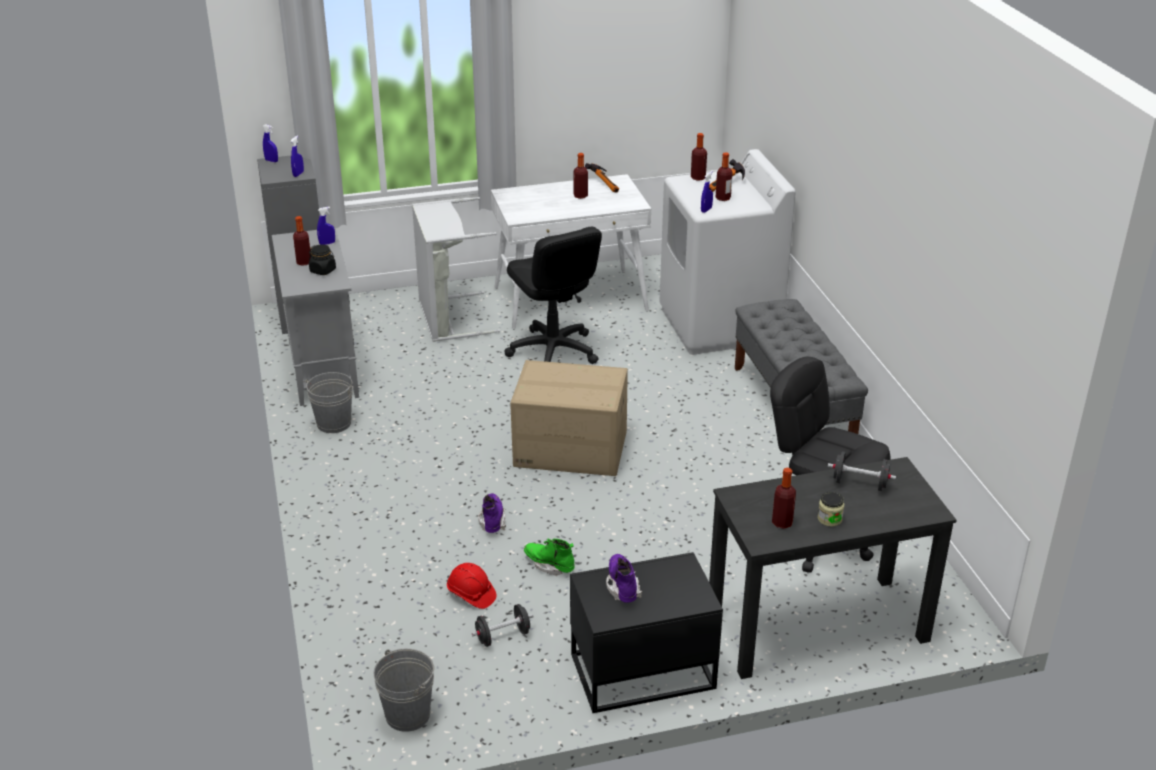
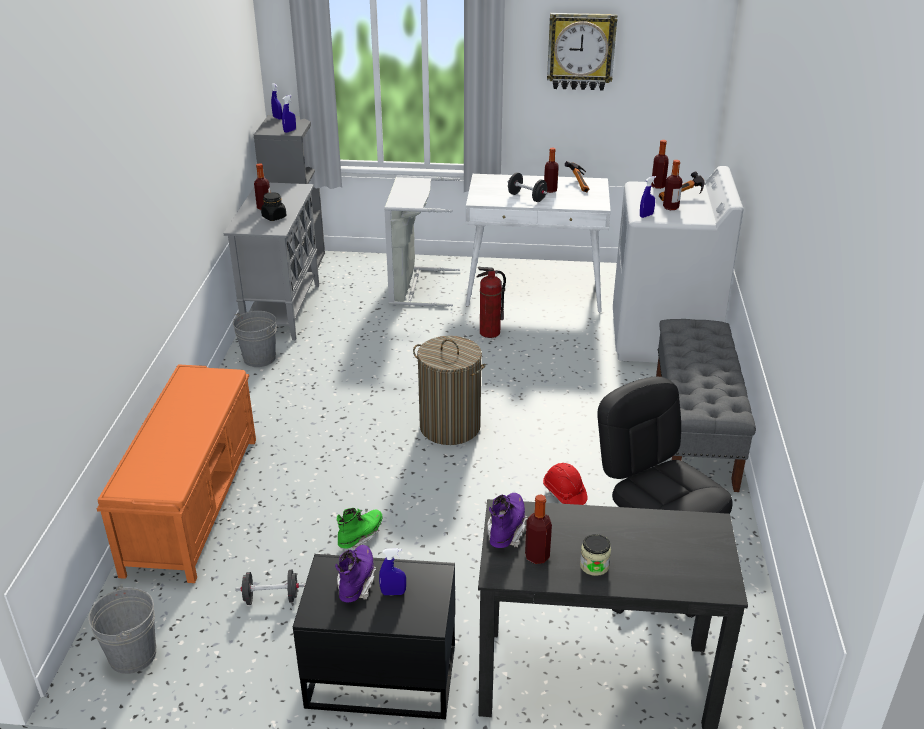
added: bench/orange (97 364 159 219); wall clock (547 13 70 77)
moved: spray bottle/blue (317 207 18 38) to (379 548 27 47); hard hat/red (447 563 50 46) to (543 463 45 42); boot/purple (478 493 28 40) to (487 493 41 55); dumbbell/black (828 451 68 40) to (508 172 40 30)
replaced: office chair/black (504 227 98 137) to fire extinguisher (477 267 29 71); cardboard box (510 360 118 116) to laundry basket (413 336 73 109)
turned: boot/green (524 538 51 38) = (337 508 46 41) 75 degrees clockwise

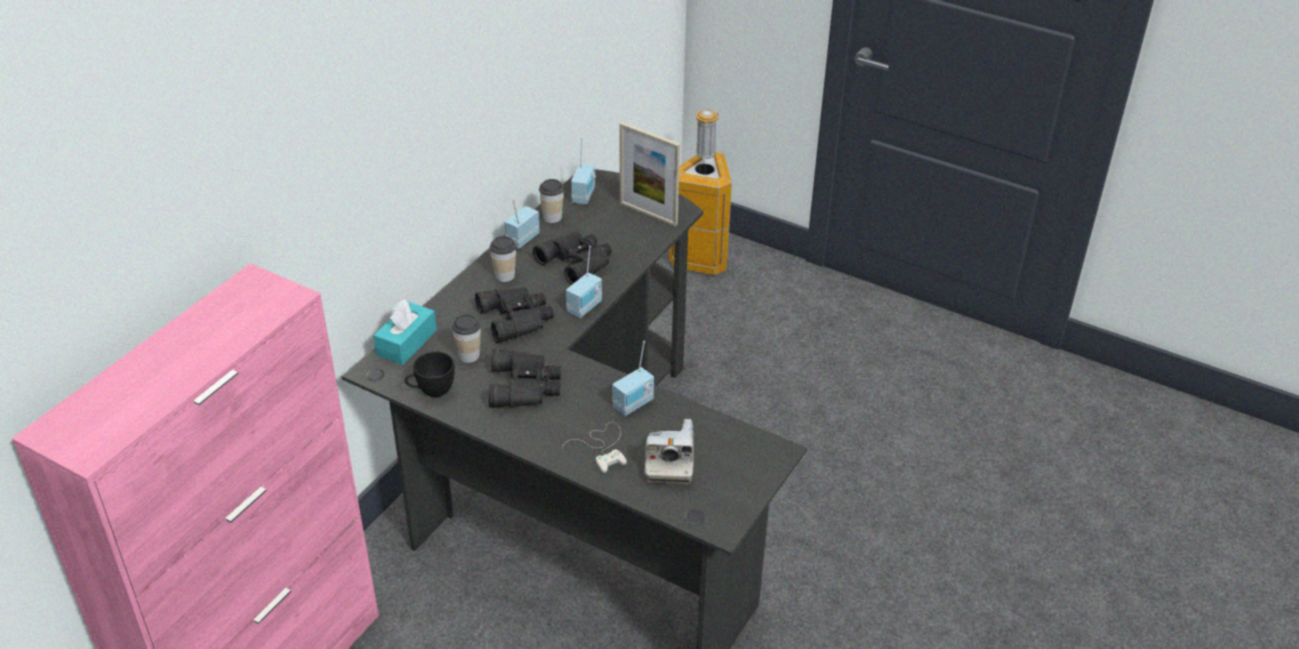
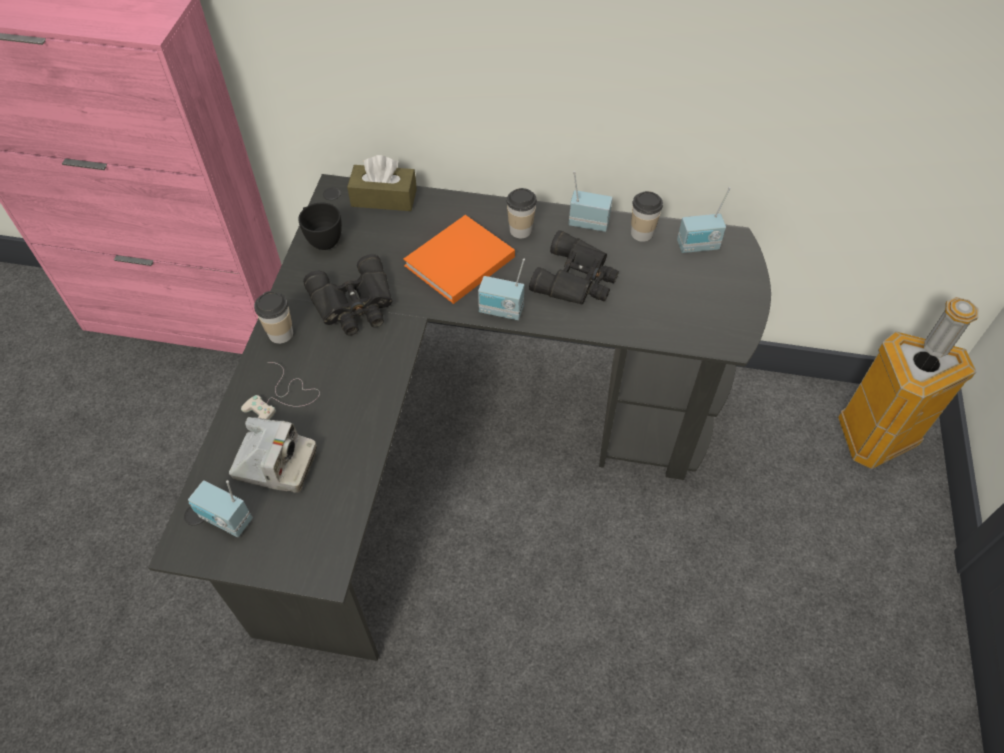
removed: picture frame (619 122 61 104)
moved: cup (452 314 29 49) to (254 291 39 53); radio (612 340 42 76) to (188 480 65 57)
replaced: binoculars/black (475 287 79 56) to book/orange (403 215 112 89)
recoloured: tissue box/turquoise (373 299 64 66) to tissue box/brown (347 155 70 56)
turned: photo camera (644 419 50 66) = (229 417 88 75) 150 degrees counterclockwise

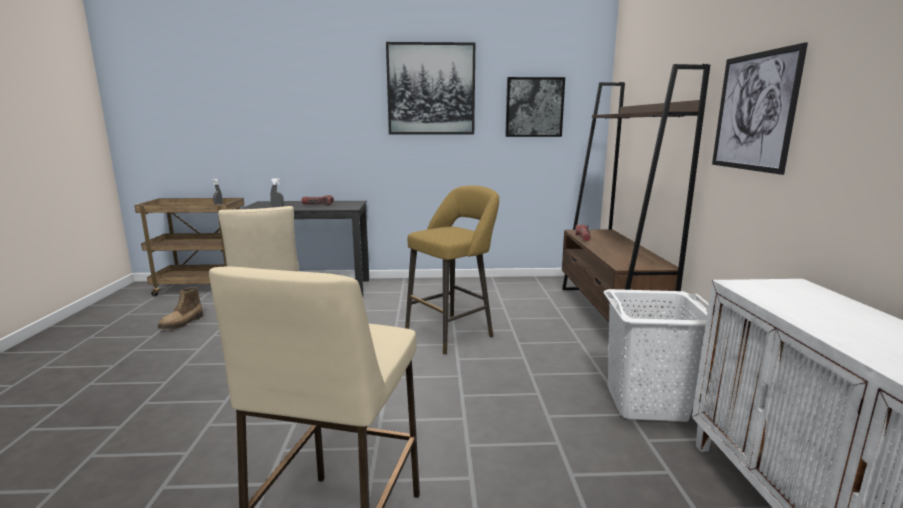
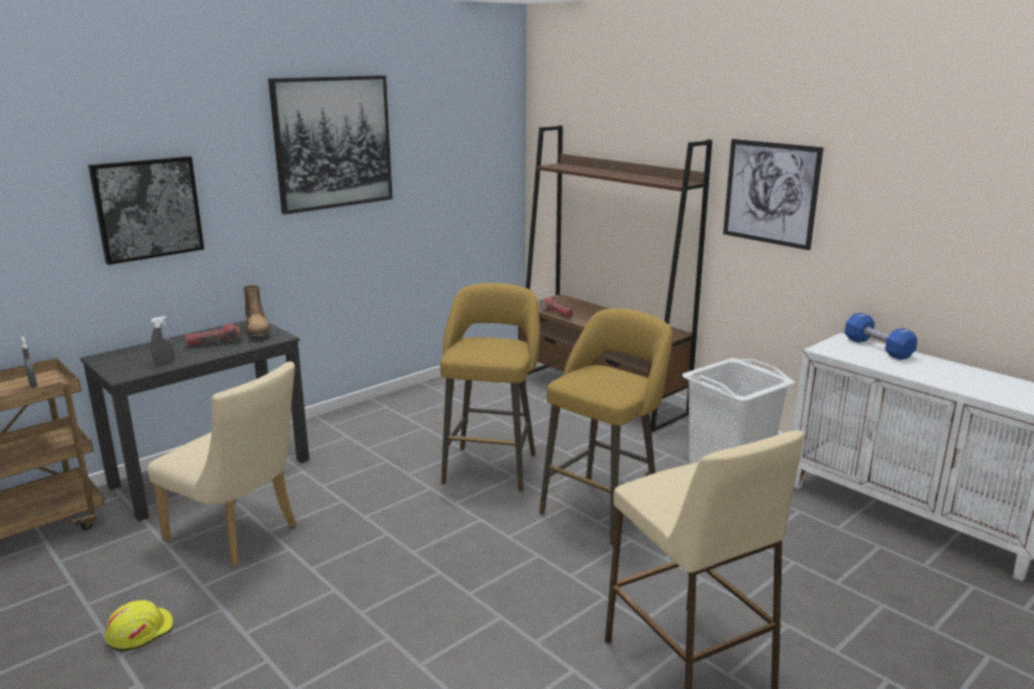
added: hard hat/yellow (105 600 68 51); stool/yellow (539 308 134 238); dumbbell/blue (845 313 72 47)
moved: boot (158 287 45 42) to (243 285 27 52); picture (505 77 60 60) to (88 156 116 109)

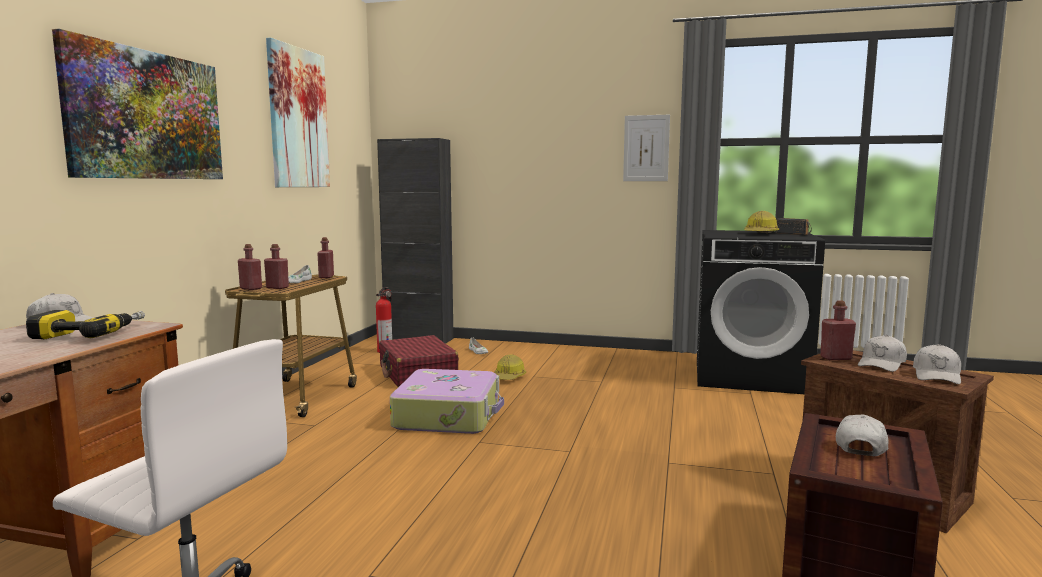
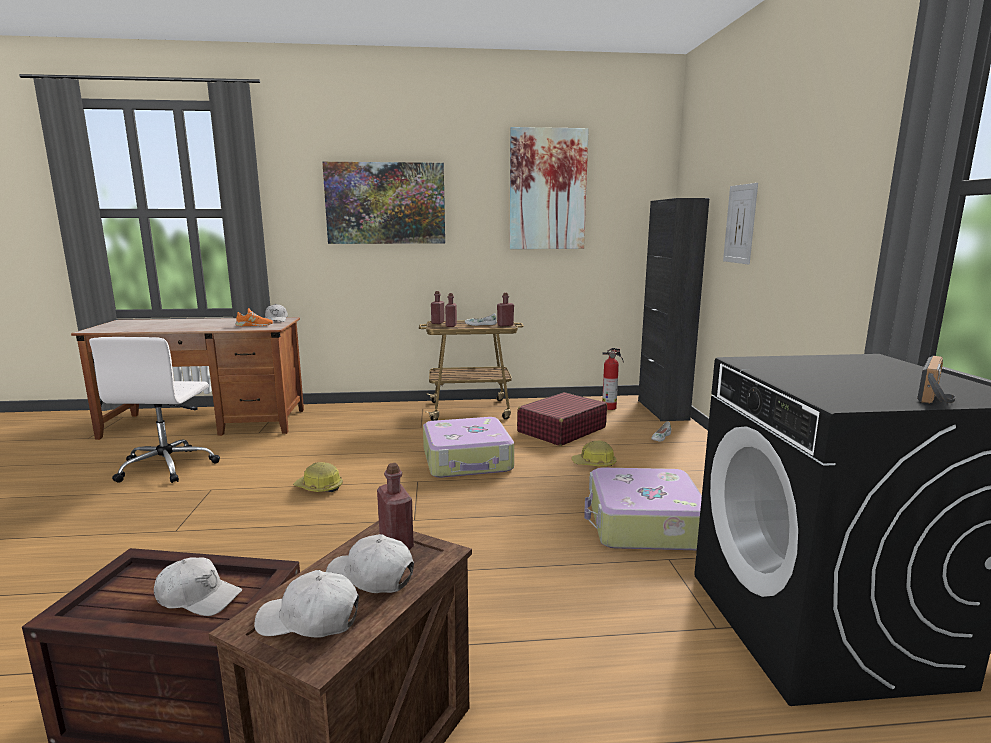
added: suitcase (584 467 118 83)
moved: picture (623 115 47 66) to (723 183 35 82); hard hat (744 211 35 22) to (293 462 50 30)
replaced: power drill (26 310 119 30) to shoe/orange (235 308 38 18)

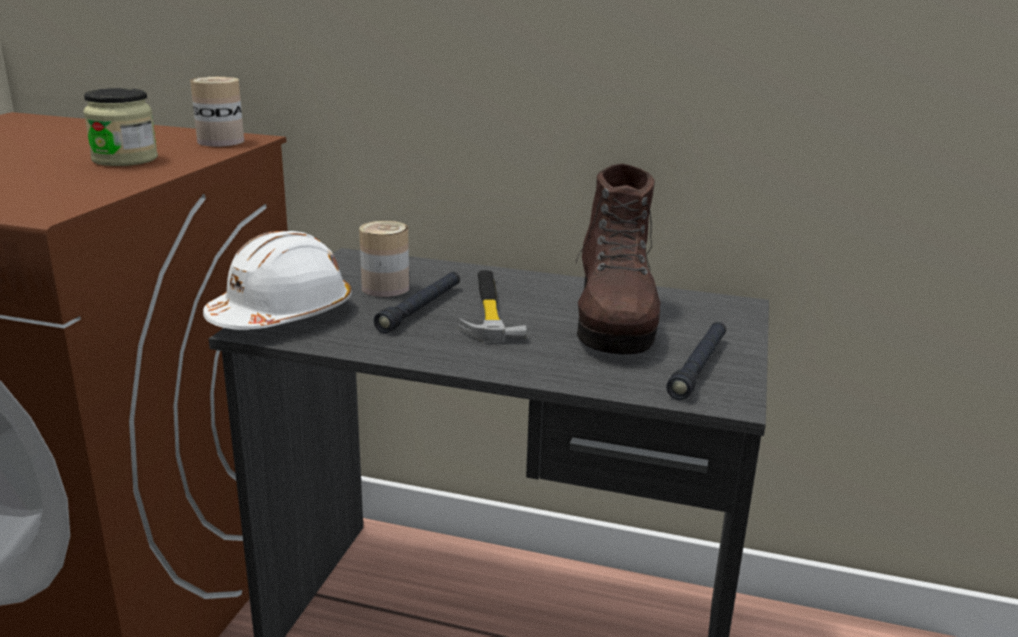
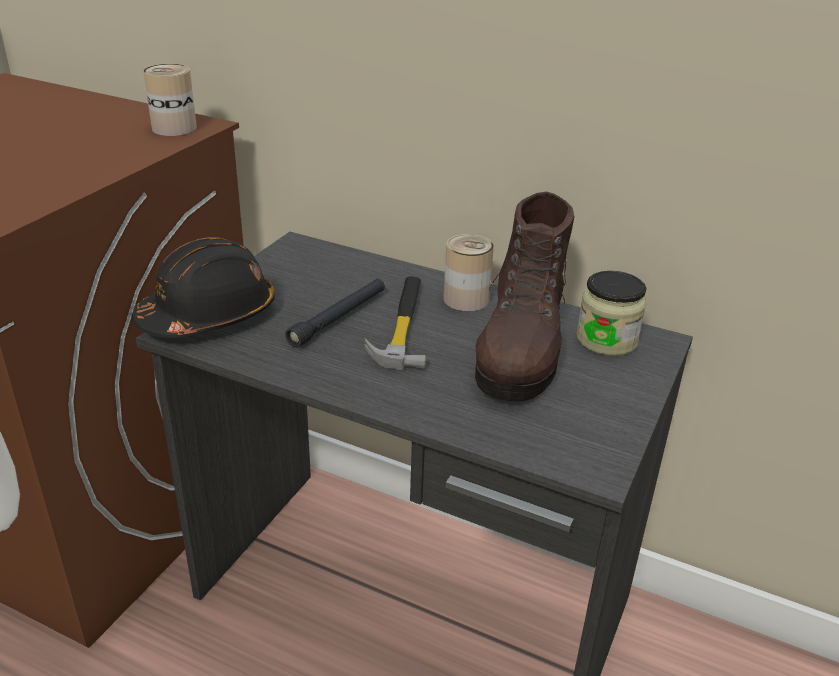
removed: flashlight/black (666 322 60 78)
moved: jar (83 88 75 78) to (577 271 70 85); can (359 221 50 76) to (443 234 51 77)
recoloured: hard hat/white (203 231 149 99) to hard hat/black (133 237 142 101)

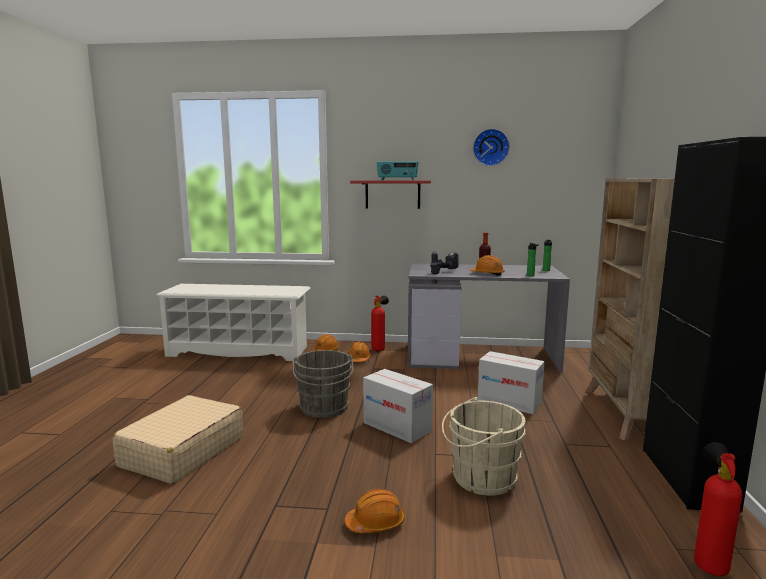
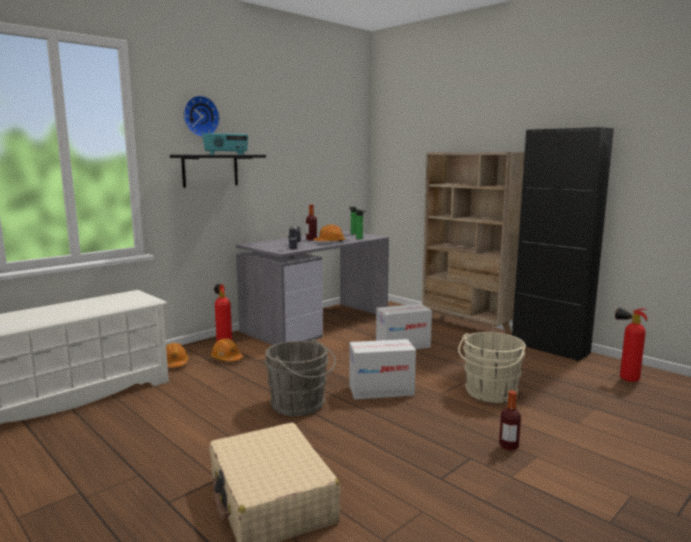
moved: wall clock (473 129 37 37) to (183 95 37 42)
replaced: hard hat/orange (344 489 61 44) to bottle (499 390 22 61)
recoloured: shelf/red (350 180 81 29) to shelf/black (170 155 96 33)

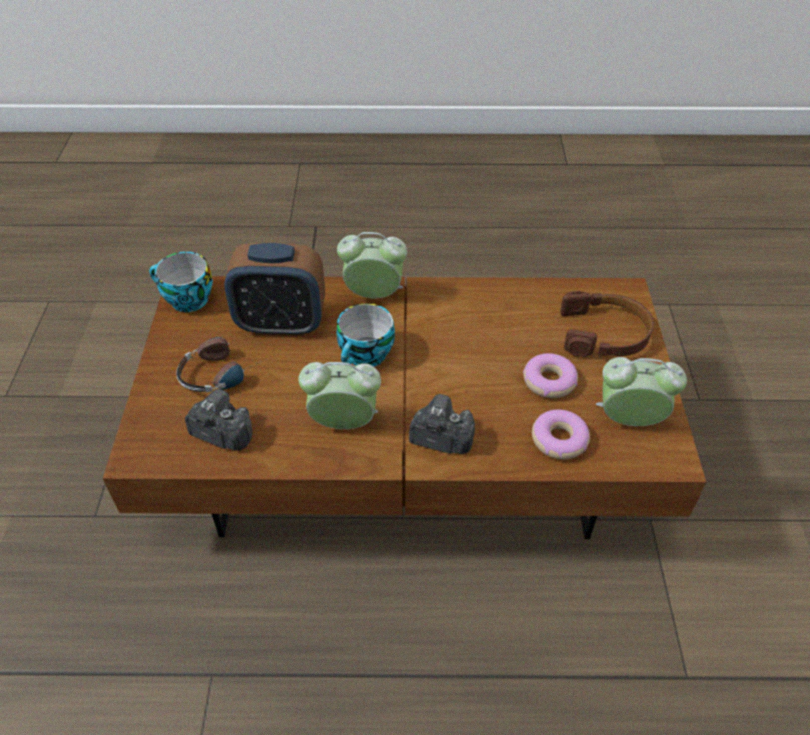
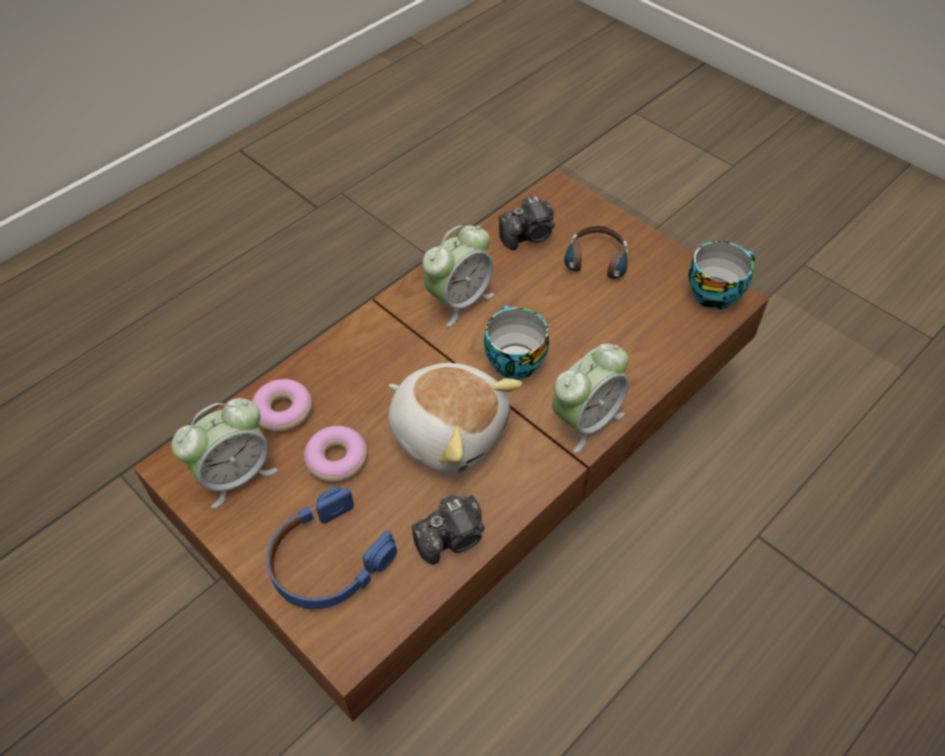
removed: alarm clock (224 243 101 93)
added: plush toy (388 363 135 111)
moved: photo camera (409 394 66 60) to (411 494 74 70)
recoloured: headphones/brown (560 291 94 66) to headphones/blue (266 487 131 122)

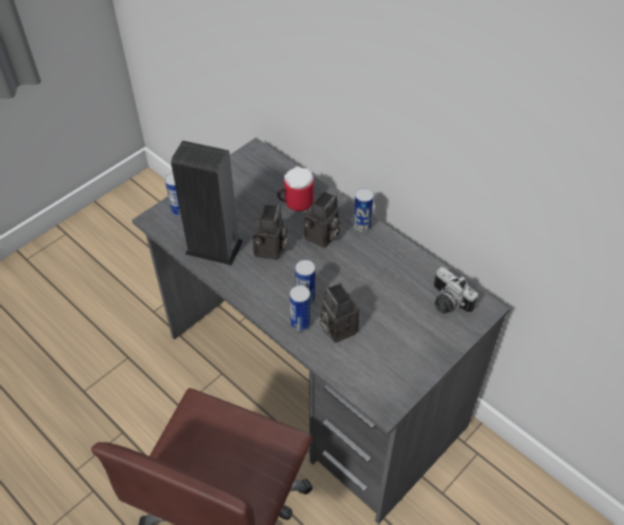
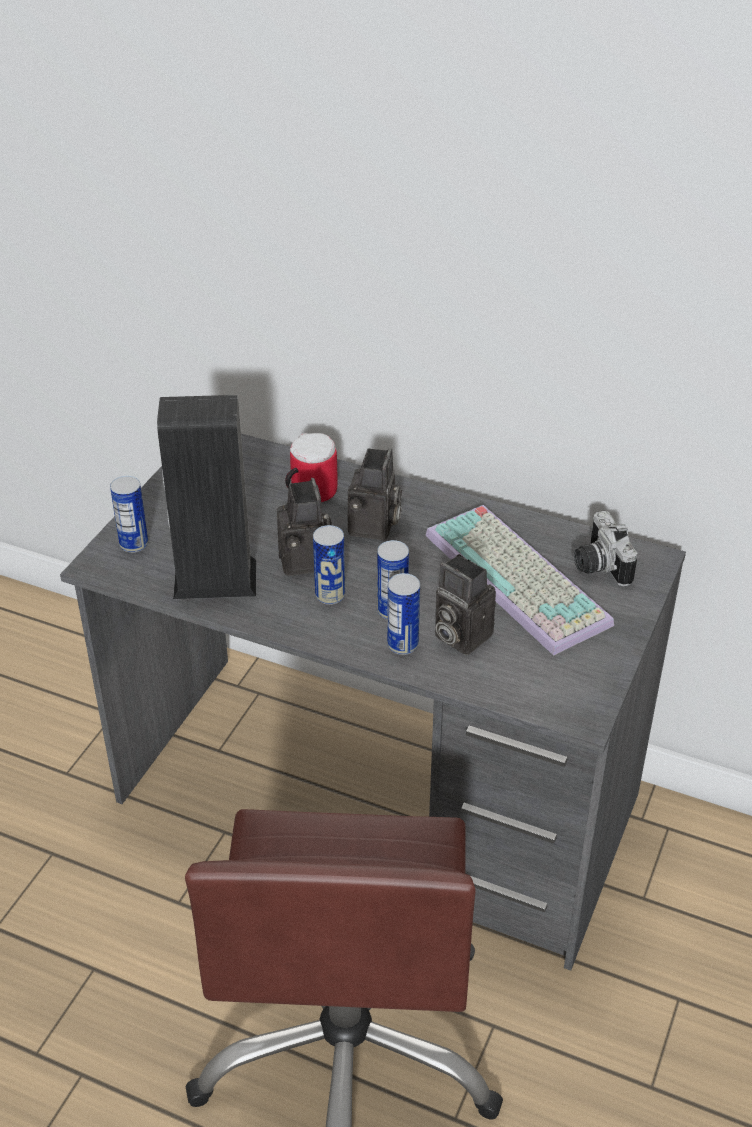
added: keyboard (425 505 189 151)
moved: can (353 188 21 45) to (313 525 32 80)
turned: photo camera (434 267 44 47) = (574 511 63 76) 45 degrees clockwise

